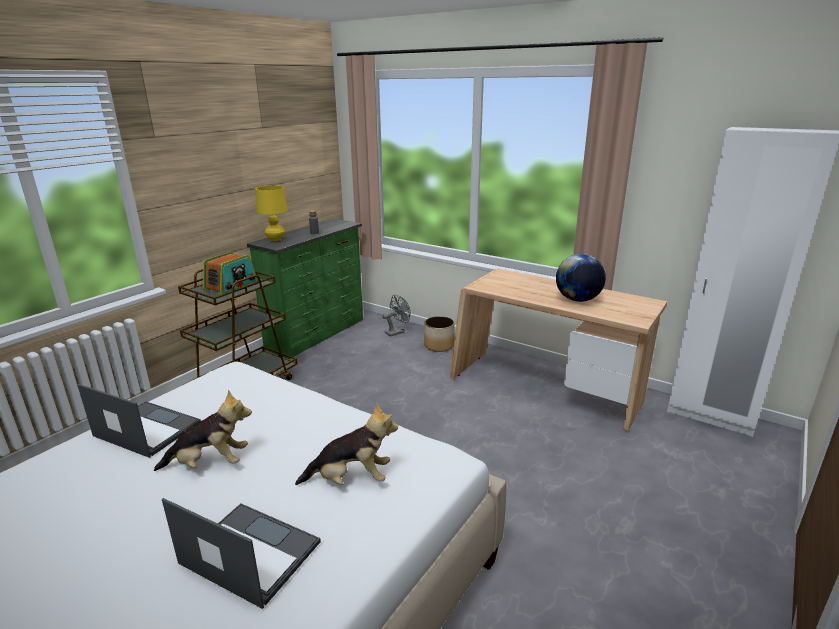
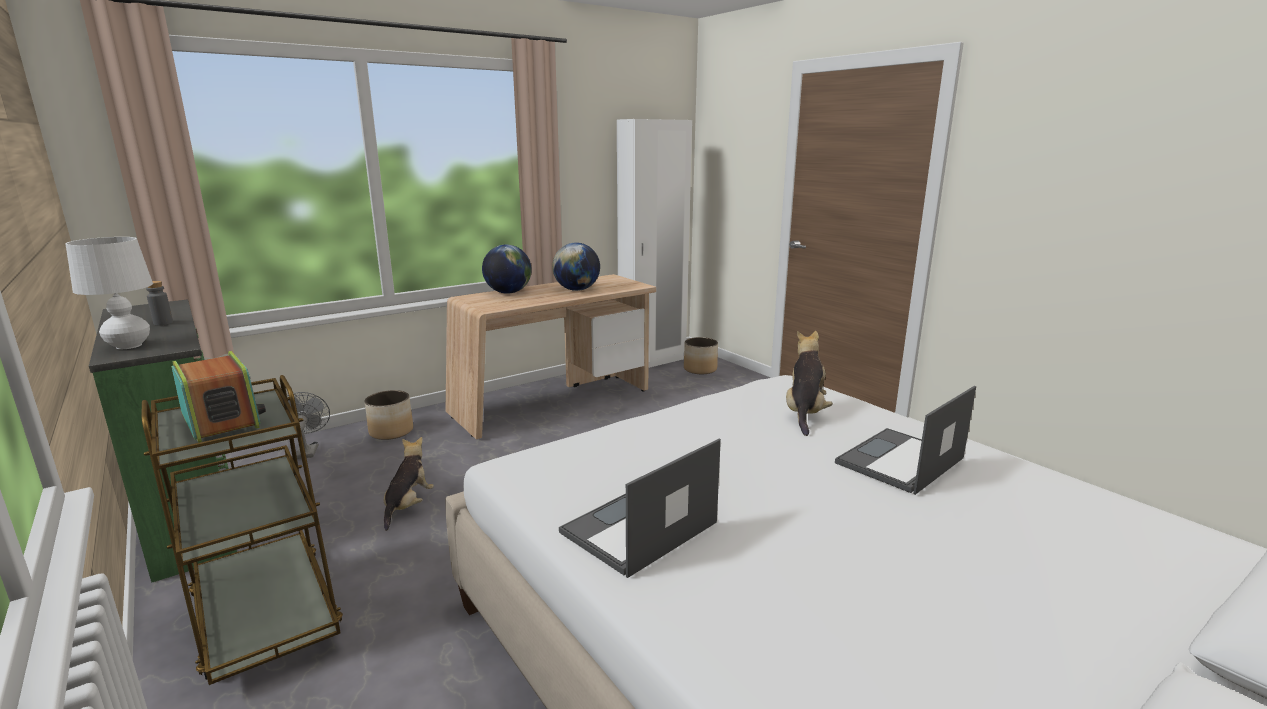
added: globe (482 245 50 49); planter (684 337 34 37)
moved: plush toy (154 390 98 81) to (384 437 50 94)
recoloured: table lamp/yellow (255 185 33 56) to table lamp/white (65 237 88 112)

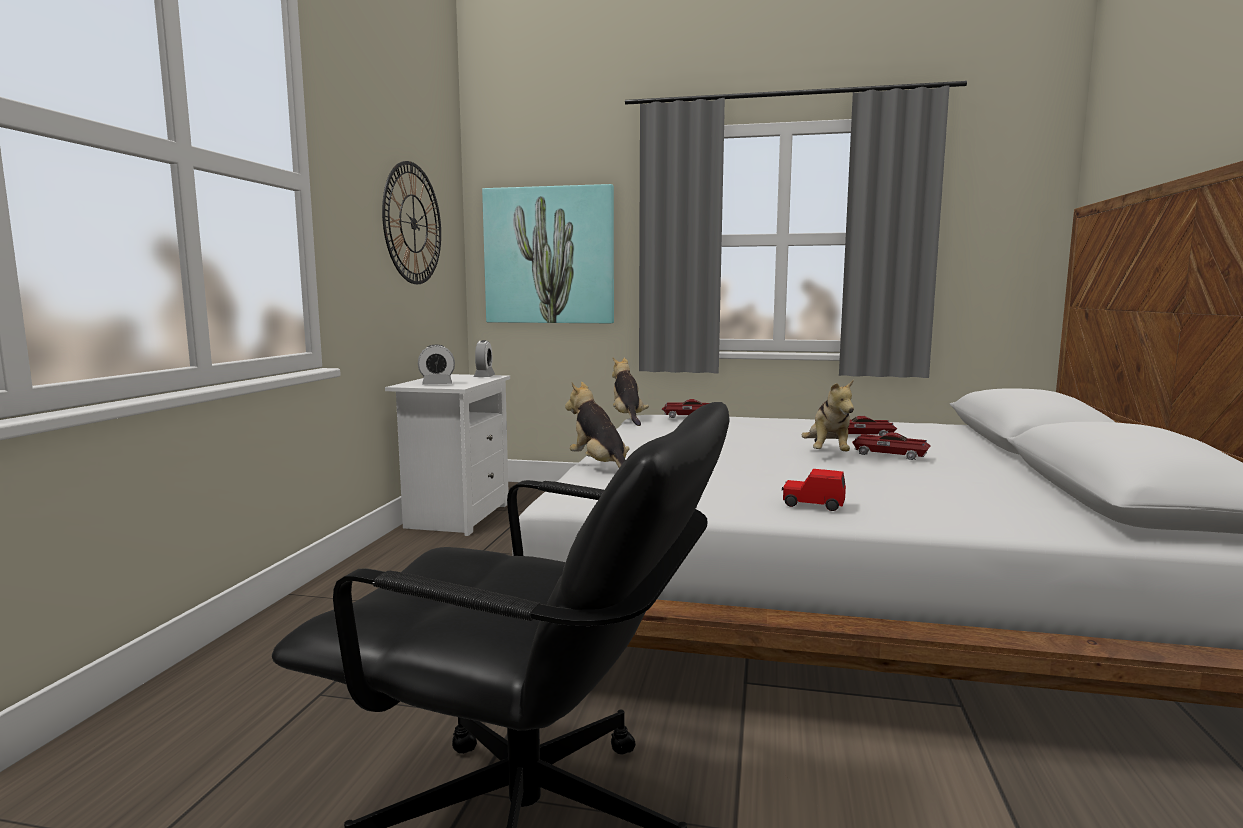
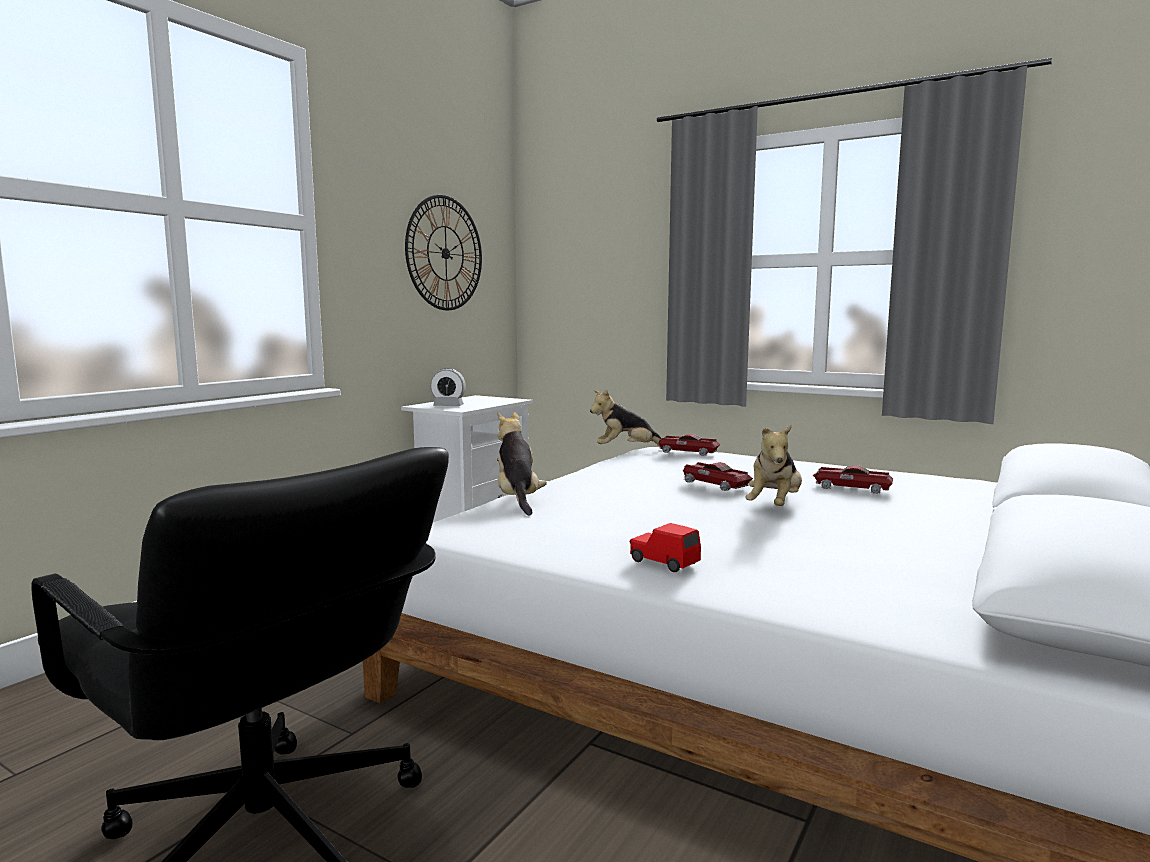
removed: alarm clock (474 340 21 37); picture (482 184 132 140)
moved: toy car (852 432 78 28) to (683 462 70 29)
turned: plush toy (612 357 37 69) = (590 390 71 57) 105 degrees counterclockwise

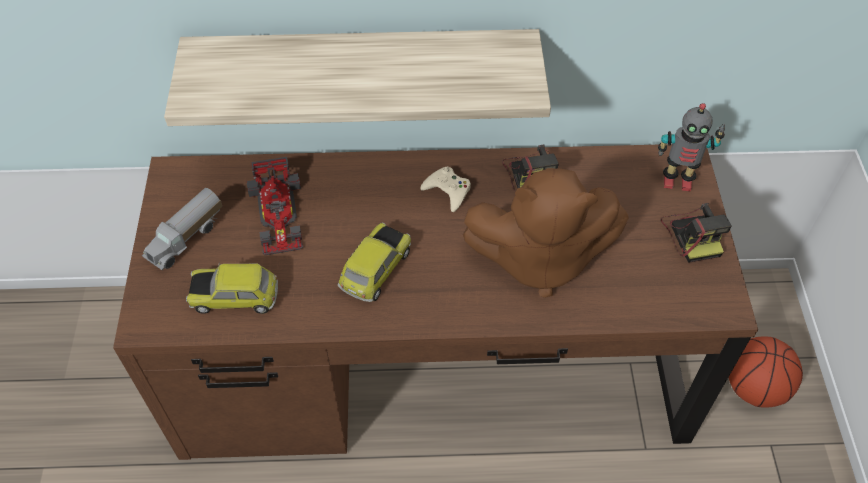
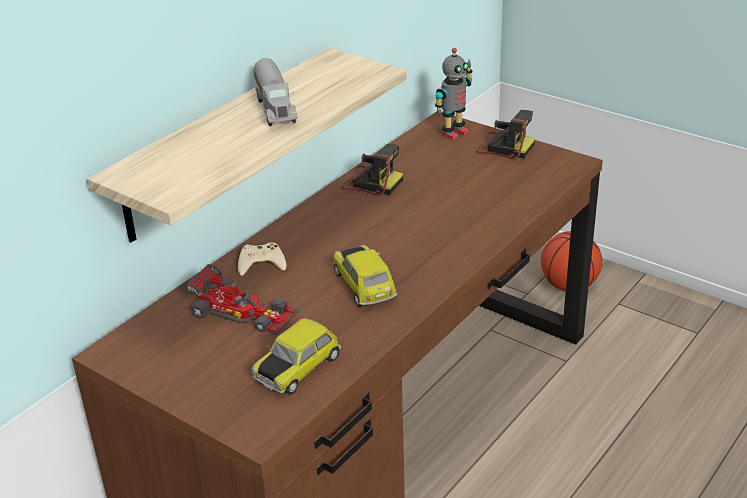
removed: plush toy/brown (463 168 166 130)
moved: toy truck (142 188 81 82) to (253 58 45 68); game controller/beige (420 167 51 45) to (238 243 48 33)

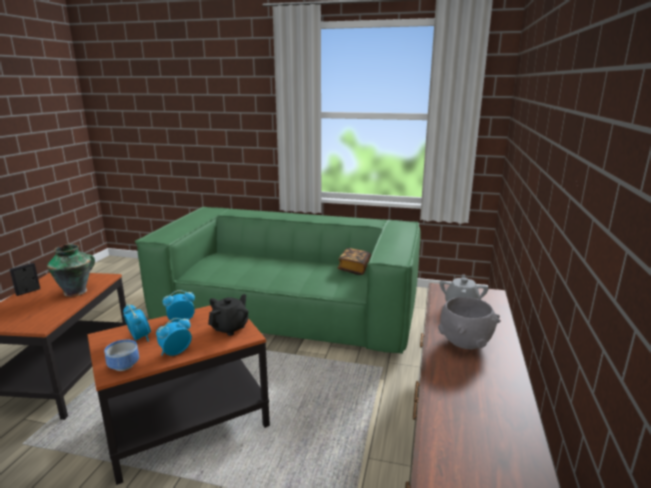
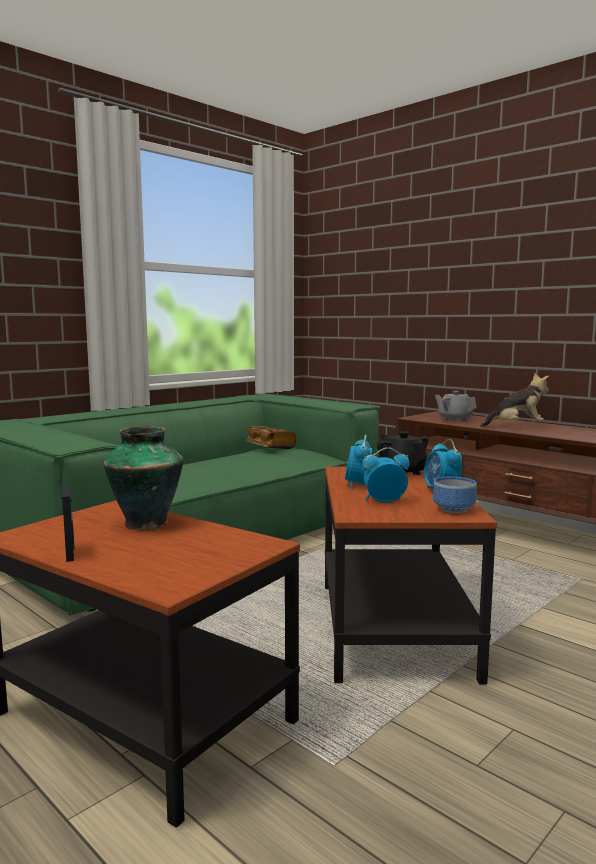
replaced: bowl/grey (438 297 63 52) to plush toy (480 373 69 54)

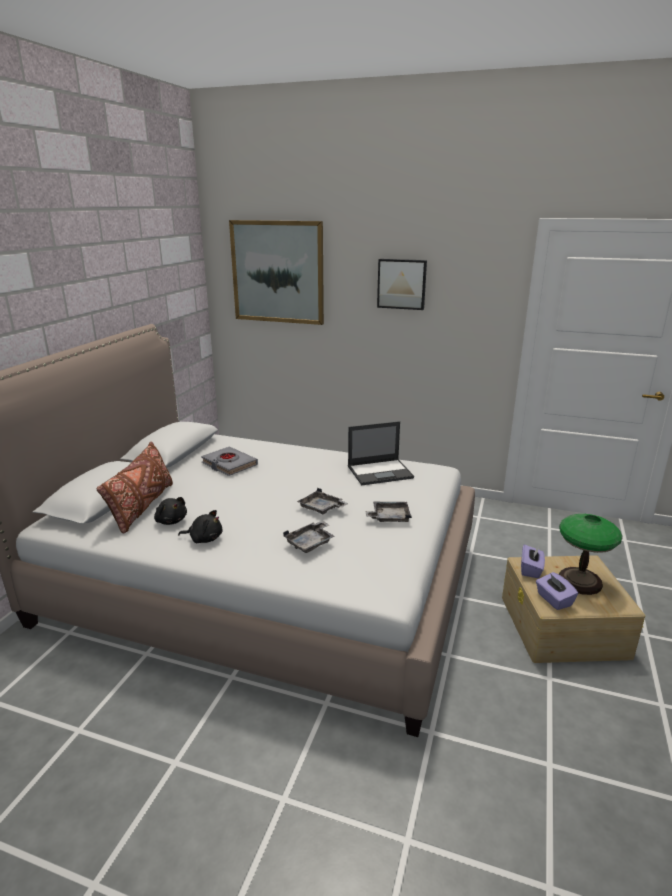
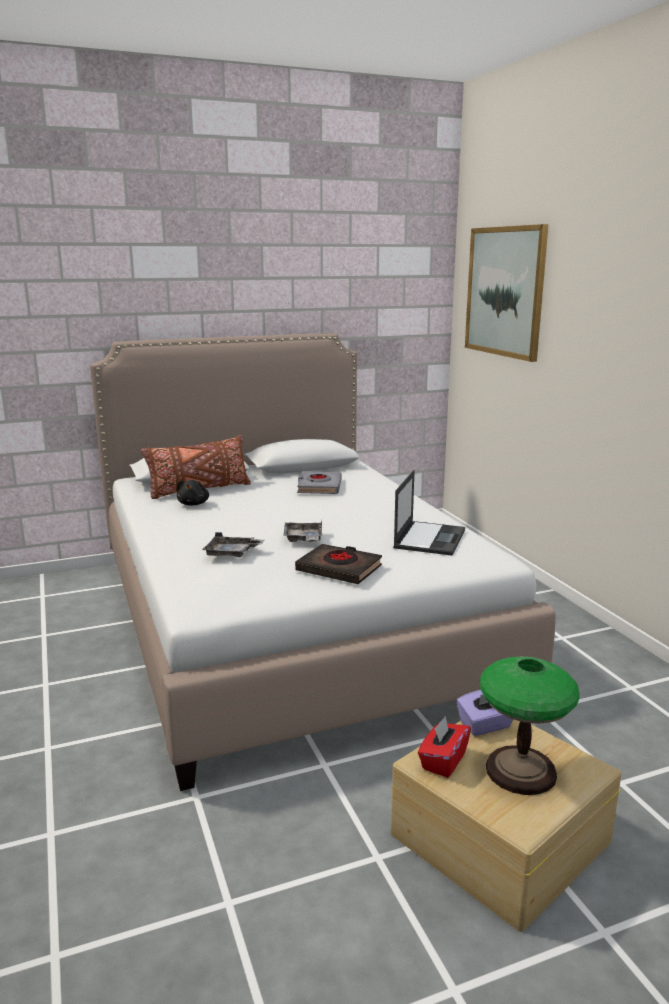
removed: plush toy/black (178 510 44 33); picture (377 259 50 51)
replaced: tray/grey (366 501 46 21) to book/black (295 544 87 40)
recoloured: tissue box/purple (536 572 42 38) to tissue box/red (418 716 53 62)
turned: laptop (348 421 66 64) = (393 470 72 86) 105 degrees counterclockwise

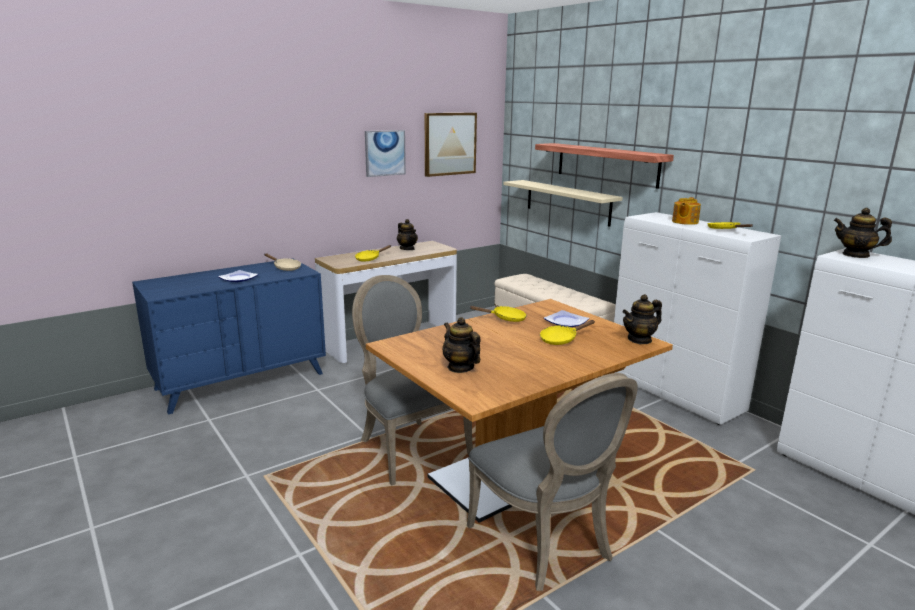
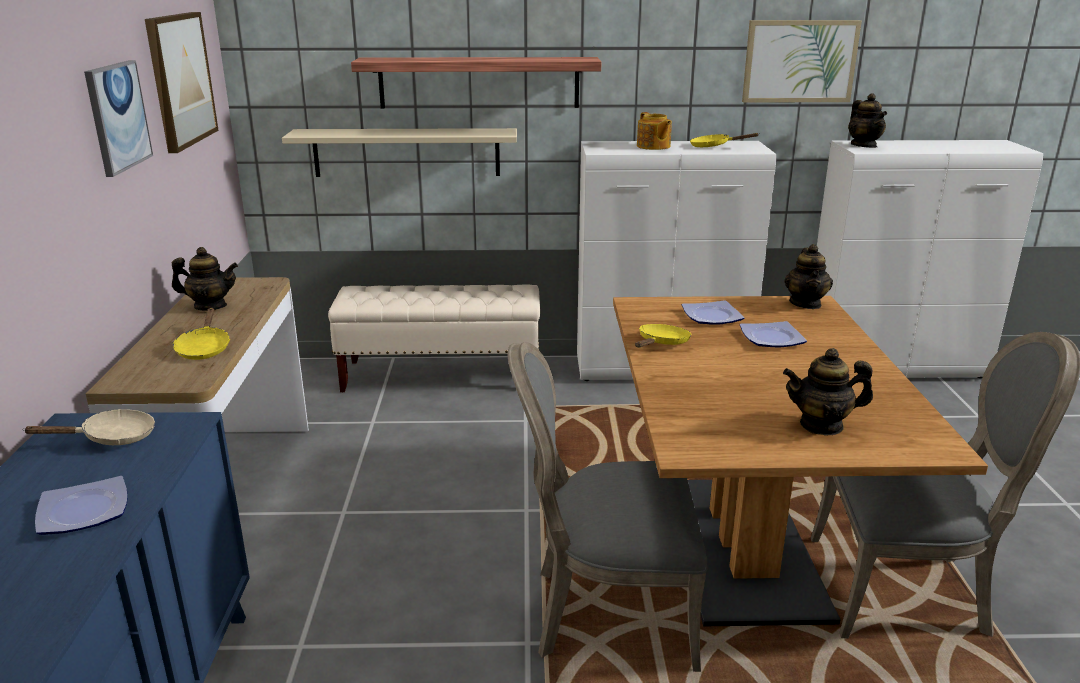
added: picture (742 20 120 83)
replaced: frying pan/yellow (540 320 55 25) to plate (740 321 67 26)
turned: teapot (833 208 59 50) = (848 93 39 55) 75 degrees counterclockwise

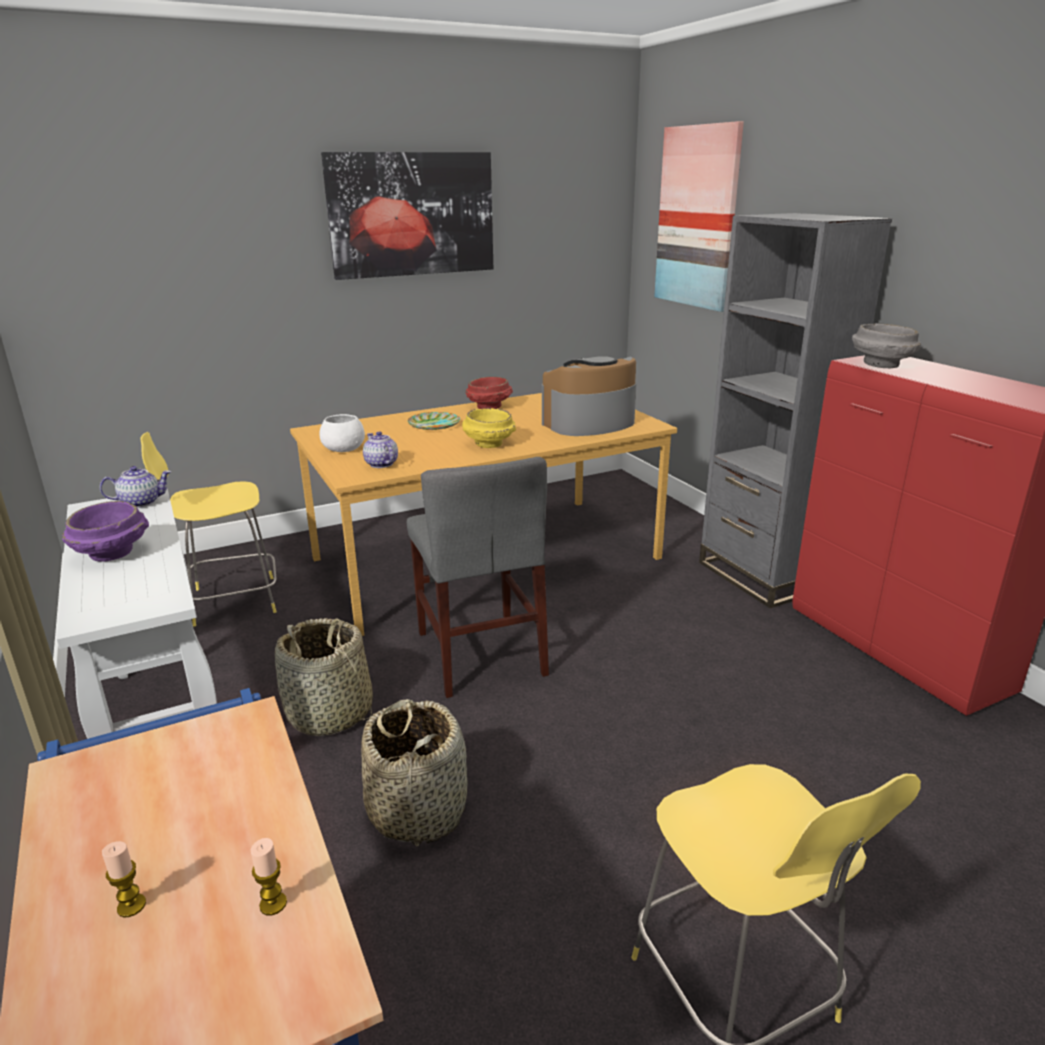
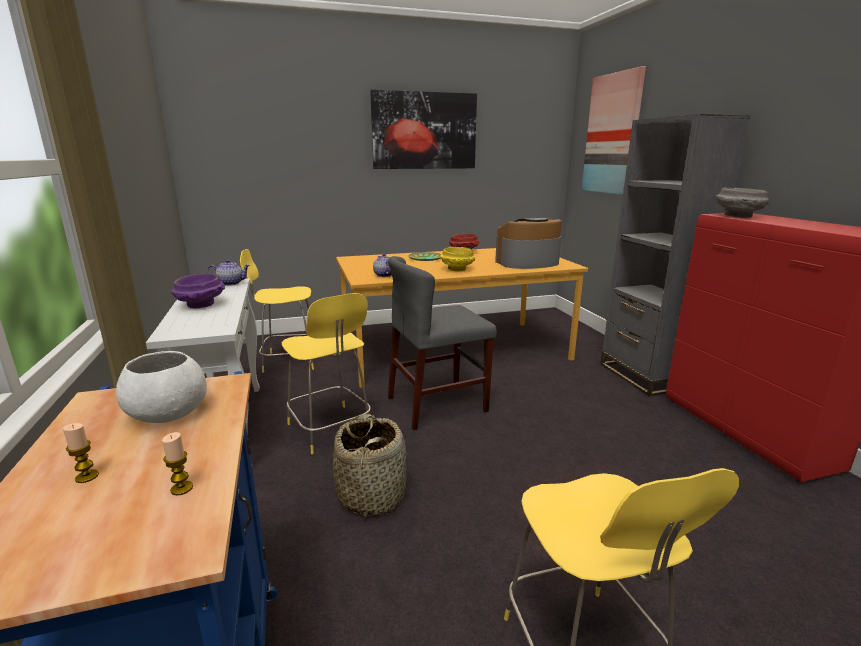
moved: bowl/white (319 414 46 38) to (116 351 91 72)
replaced: basket (275 618 98 118) to stool/yellow (282 293 89 161)
turned: chair/grey (407 457 142 241) = (388 256 109 174) 75 degrees clockwise

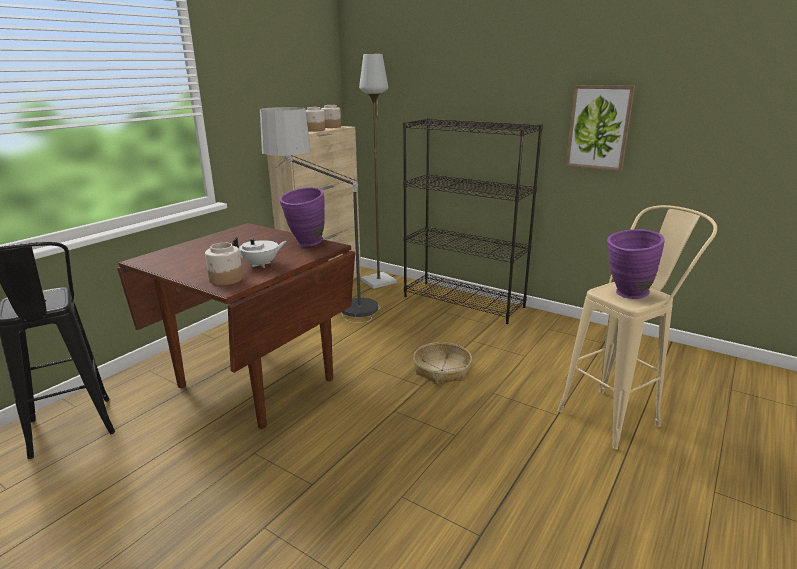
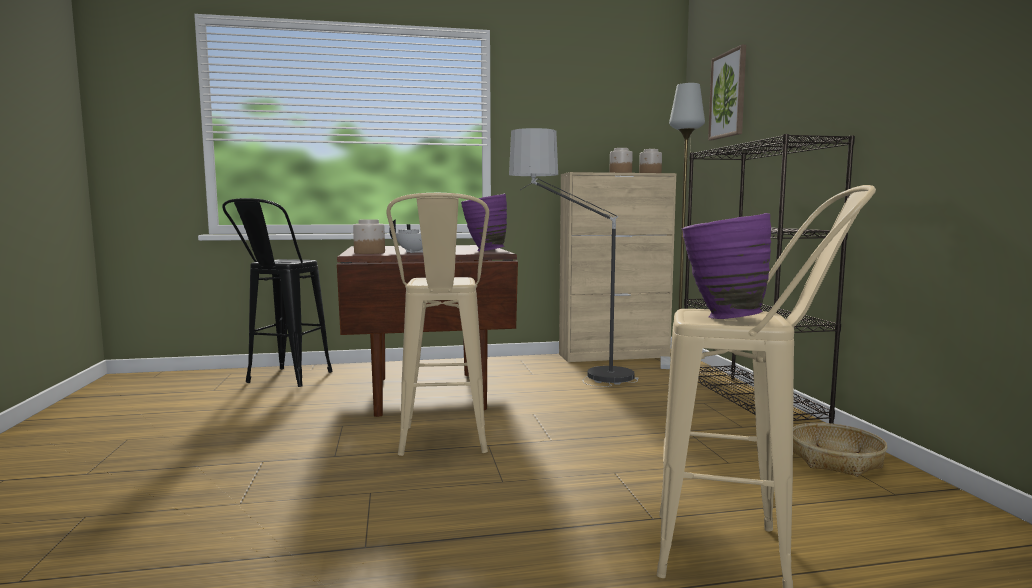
added: stool/beige (386 193 103 263)
moved: basket (413 342 59 43) to (793 423 95 54); picture (566 85 69 86) to (708 45 38 95)

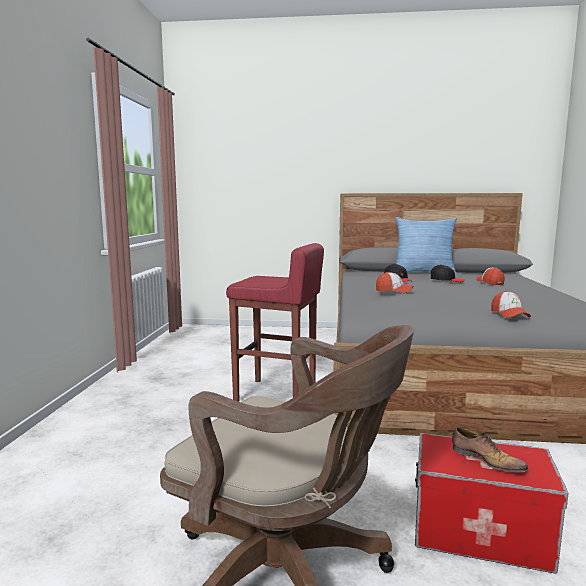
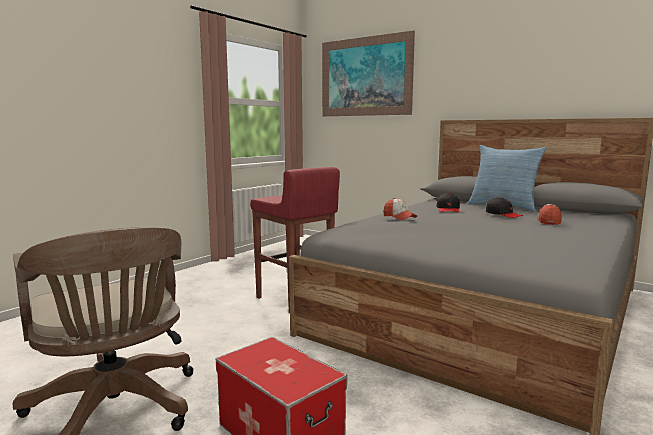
removed: shoe (452 427 76 45); cap (491 291 40 27)
added: picture (322 30 93 86)

